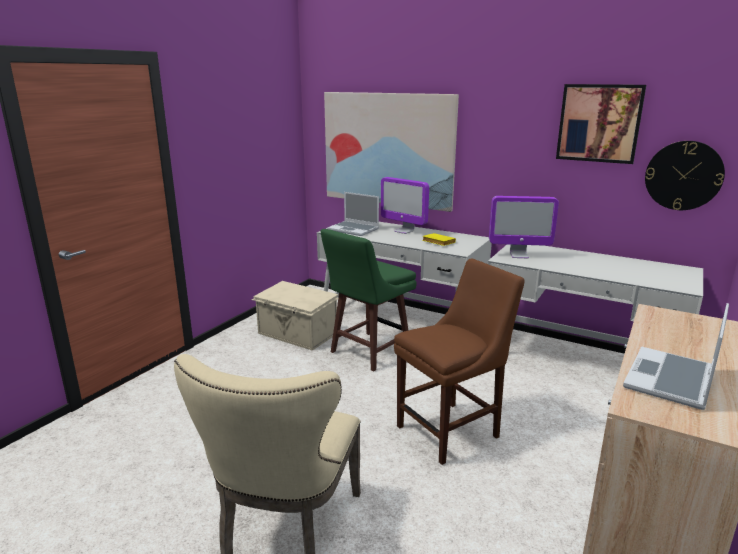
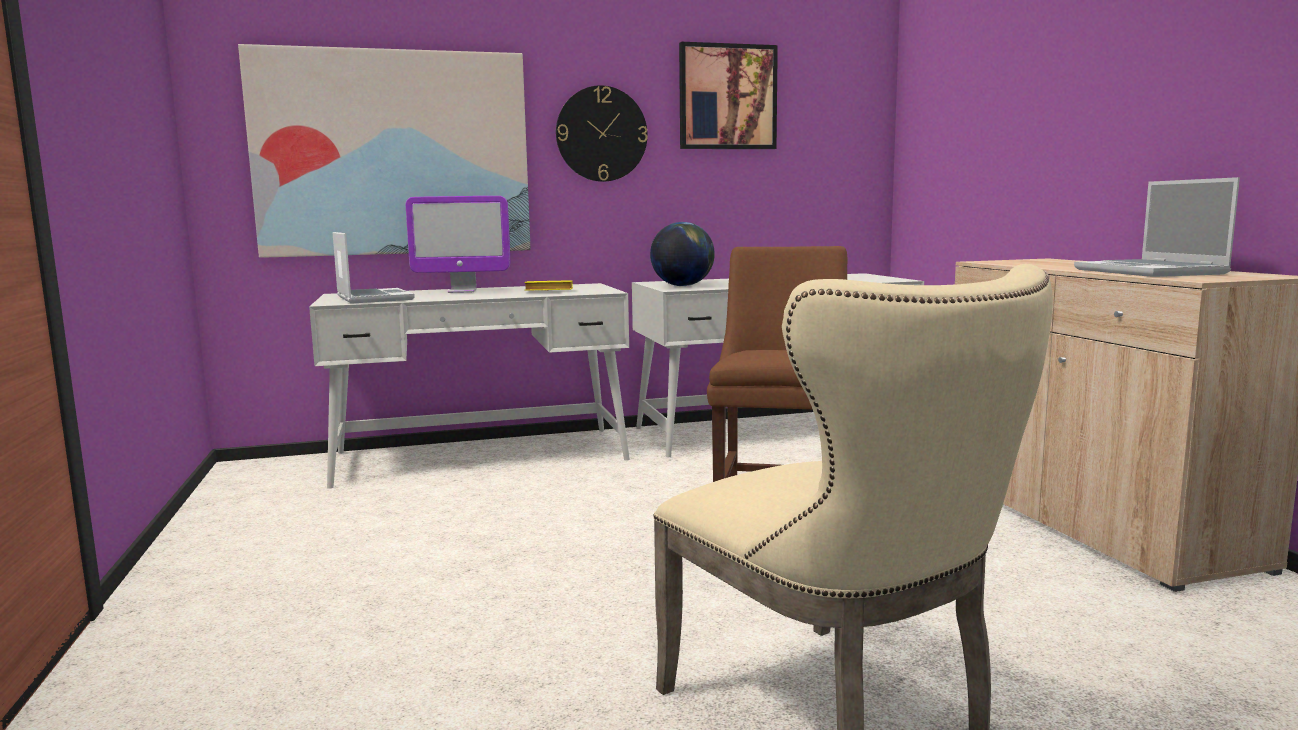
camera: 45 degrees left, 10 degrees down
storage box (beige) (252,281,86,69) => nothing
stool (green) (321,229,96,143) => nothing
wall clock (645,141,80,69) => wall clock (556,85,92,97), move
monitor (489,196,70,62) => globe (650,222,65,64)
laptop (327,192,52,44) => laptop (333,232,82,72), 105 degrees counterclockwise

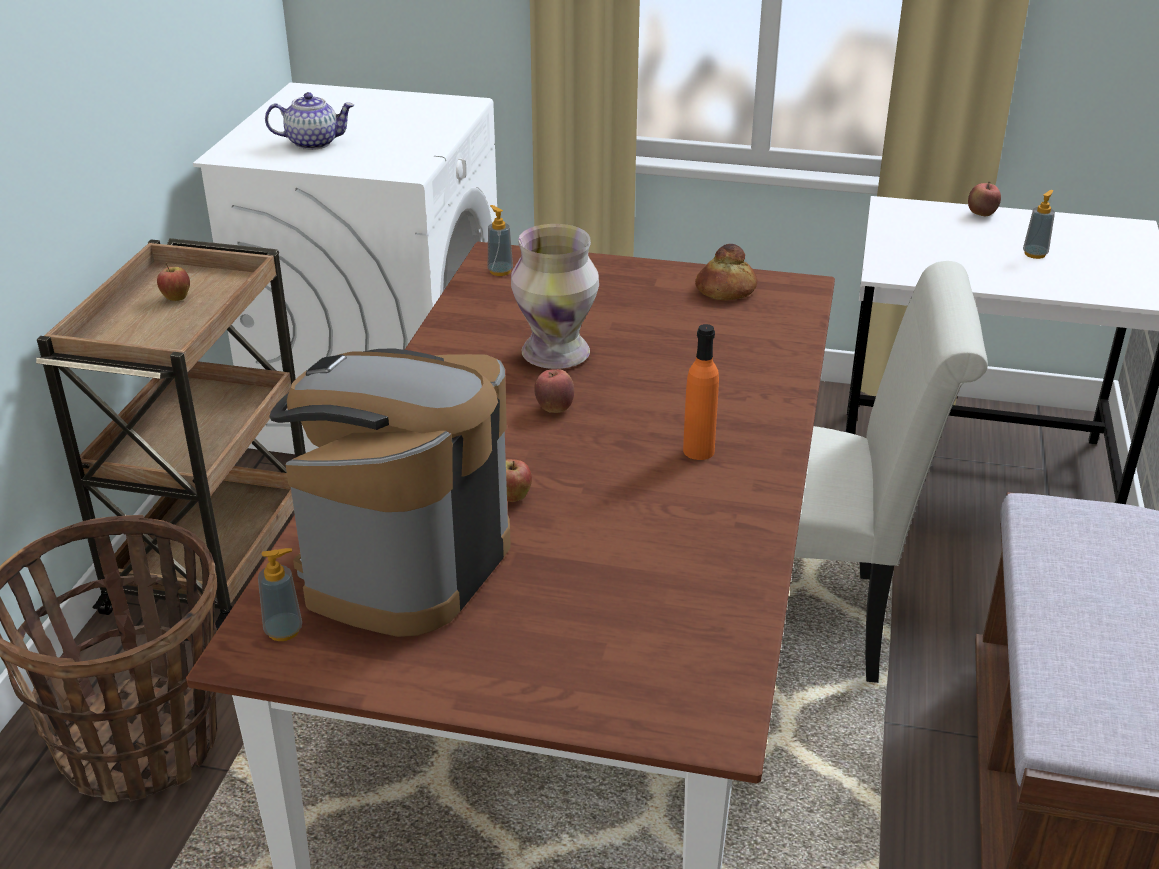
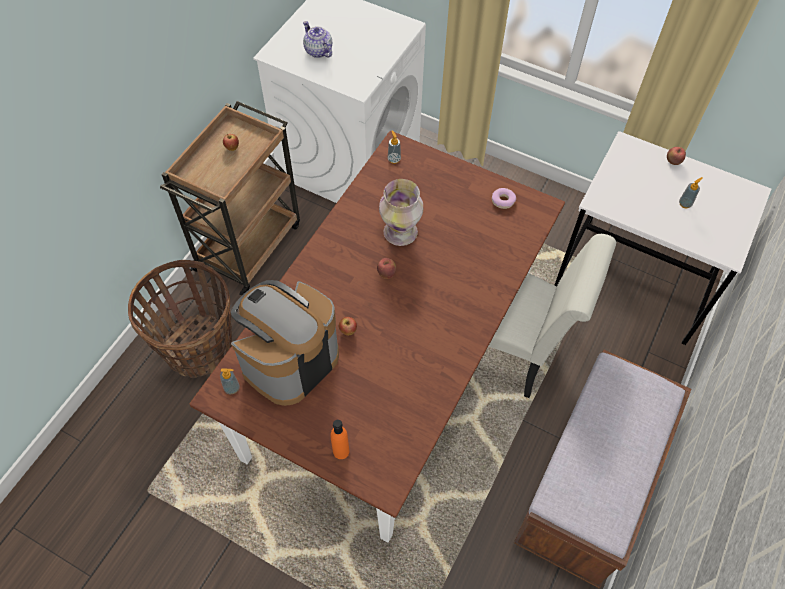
camera: 15 degrees right, 25 degrees up
bottle (orange) (683,324,36,136) => bottle (orange) (330,420,20,39), move
bread (695,244,62,56) => donut (492,188,24,21)
teapot (265,92,90,58) => teapot (303,21,29,37), 135 degrees counterclockwise

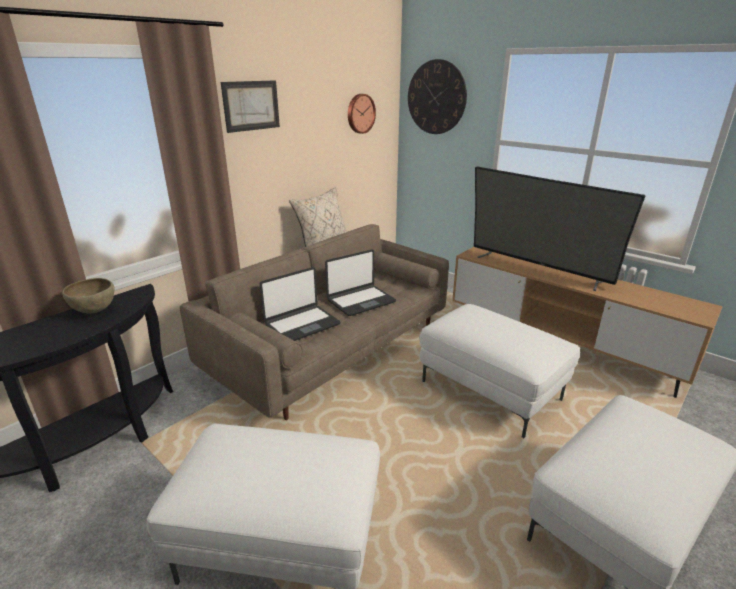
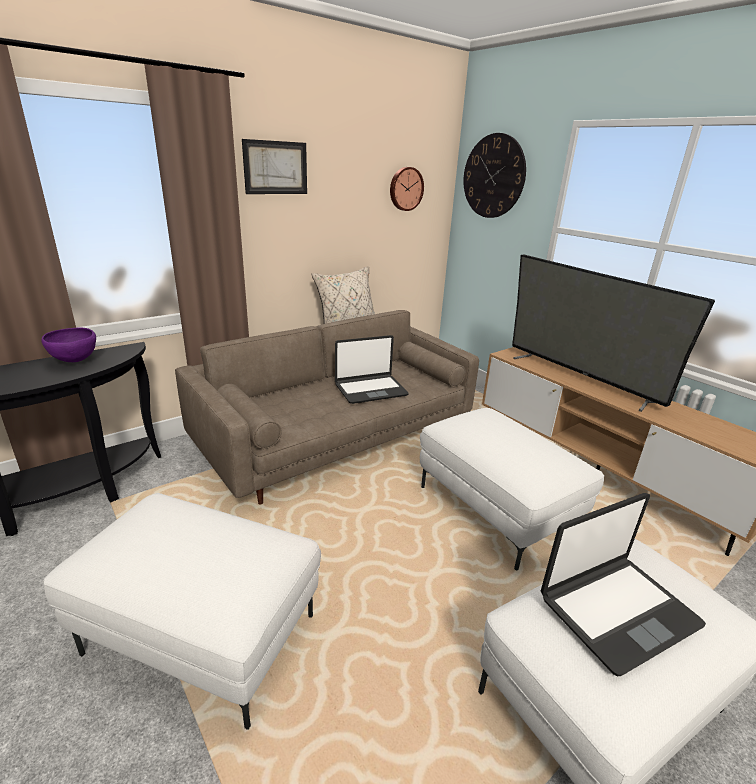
camera: 10 degrees right, 0 degrees up
laptop (260,267,81,74) => laptop (541,493,165,183), move
bowl (brown) (62,278,52,35) => bowl (purple) (41,328,55,34)

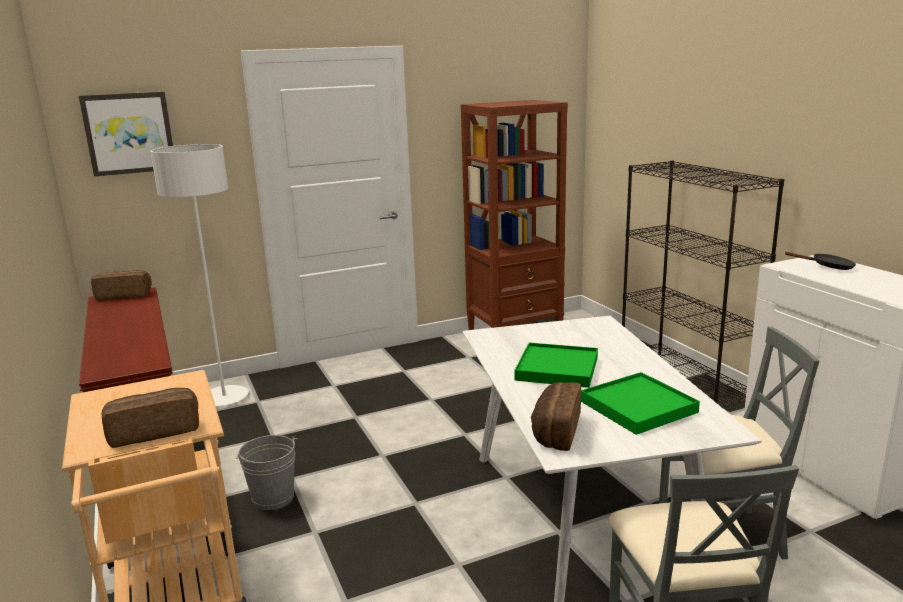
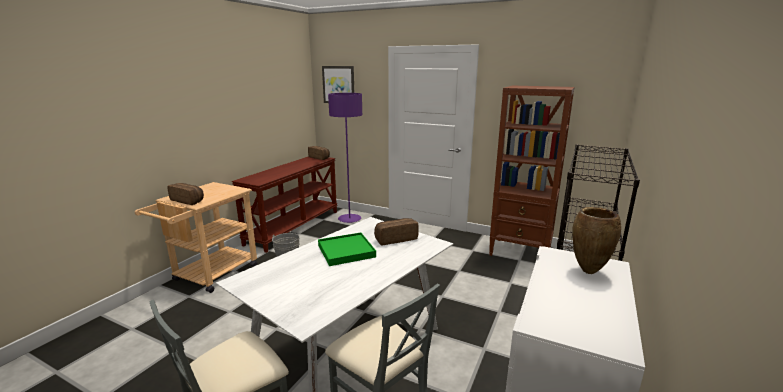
camera: 50 degrees right, 0 degrees up
tray (green) (581,372,119,63) => nothing
bread (531,382,50,69) => bread (374,218,45,27), move
frying pan (black) (784,252,72,18) => vase (brown) (572,207,49,67)
floor lamp (white) (150,144,98,262) => floor lamp (purple) (328,93,34,130)

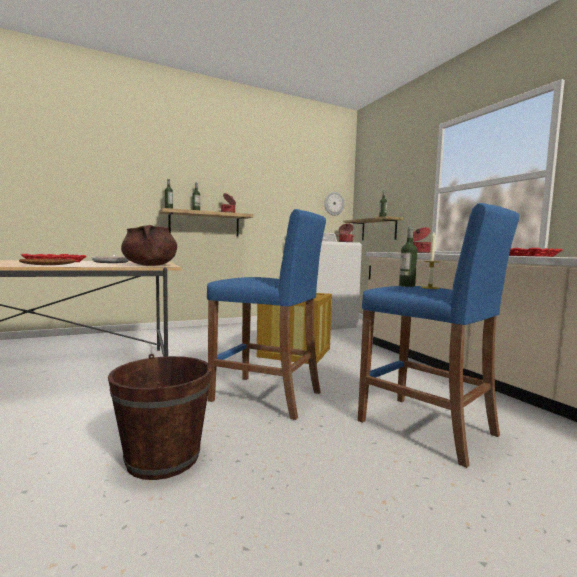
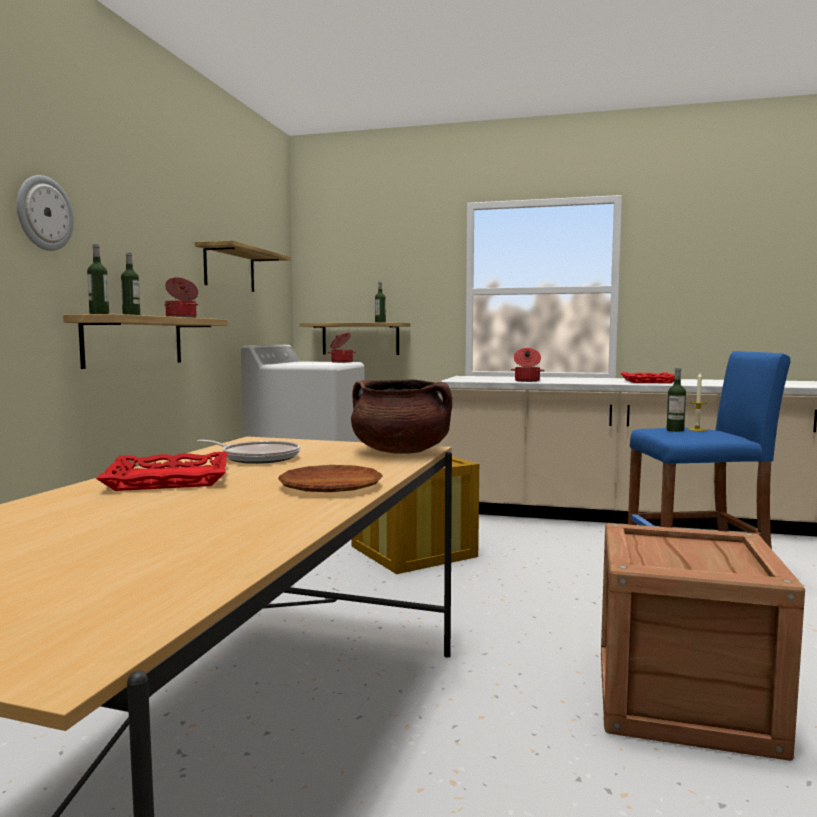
camera: 50 degrees left, 0 degrees up
stool (blue) (207,209,119,211) => nothing
nothing => shelf (195,240,96,52)
wall clock (324,192,20,24) => wall clock (17,175,57,76), move
bucket (brown) (108,354,104,126) => crate (601,523,204,238)

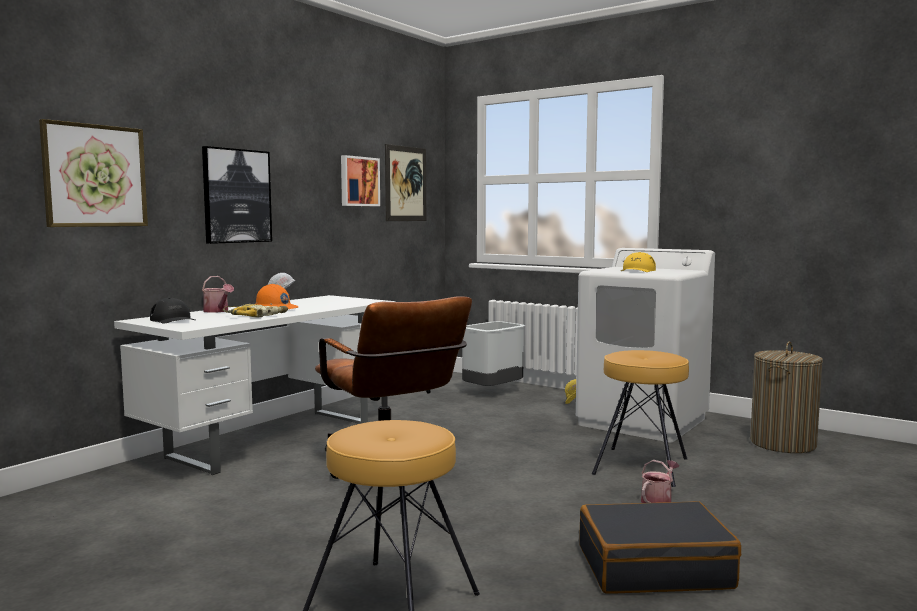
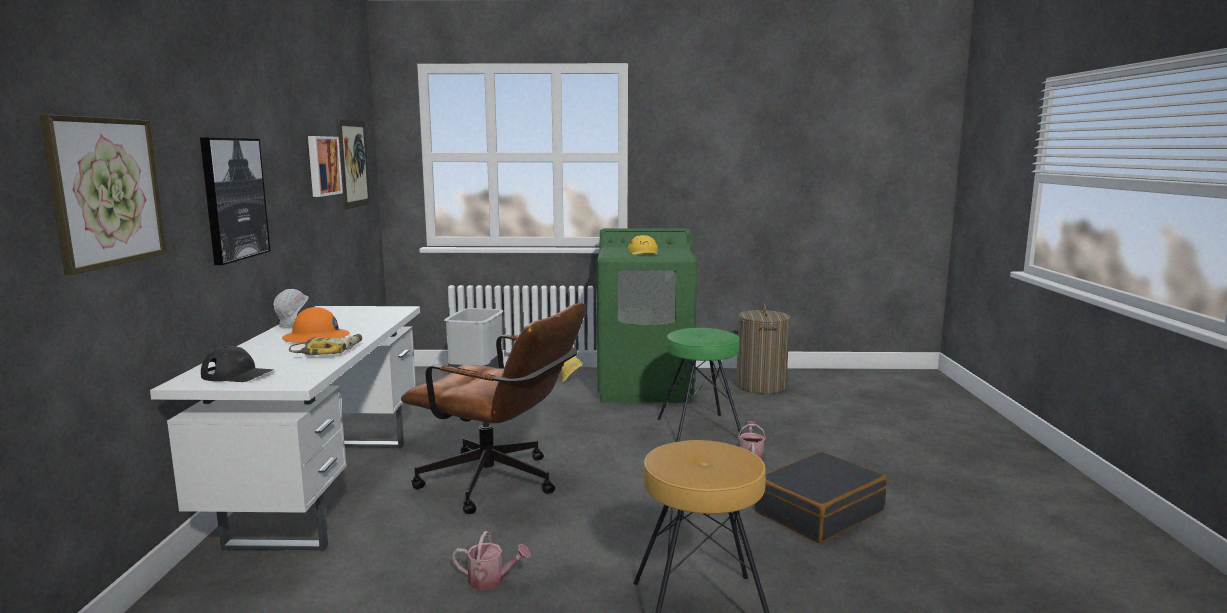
camera: 35 degrees left, 5 degrees up
watering can (202,276,32,37) => watering can (452,531,79,59), move
washing machine (white) (576,248,139,195) => washing machine (green) (597,228,100,175)
stool (brown) (592,350,97,137) => stool (green) (657,328,86,114)

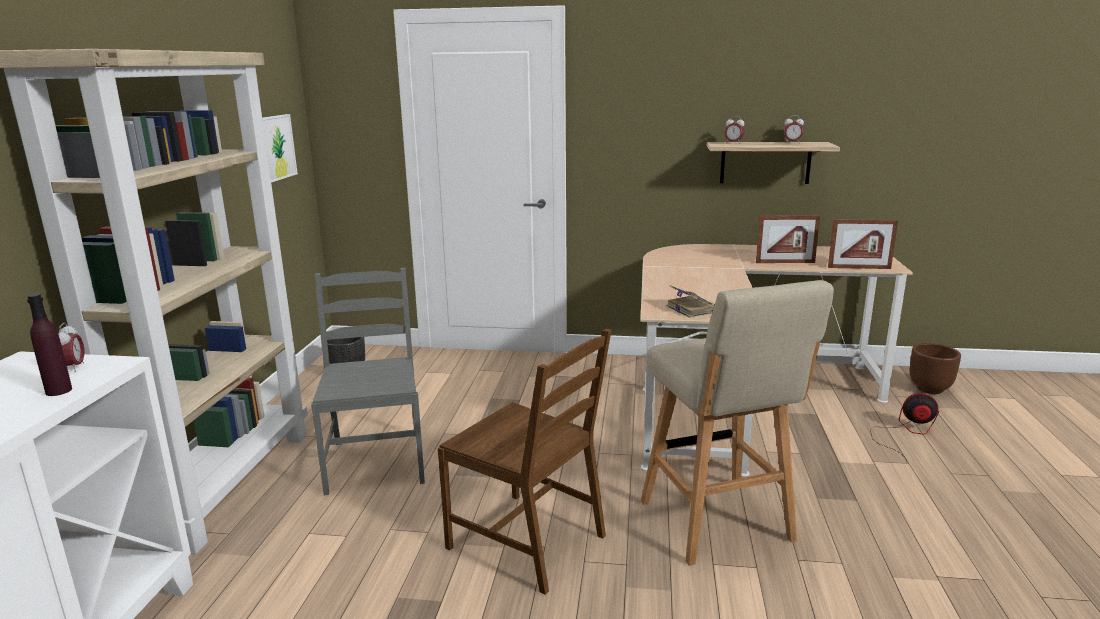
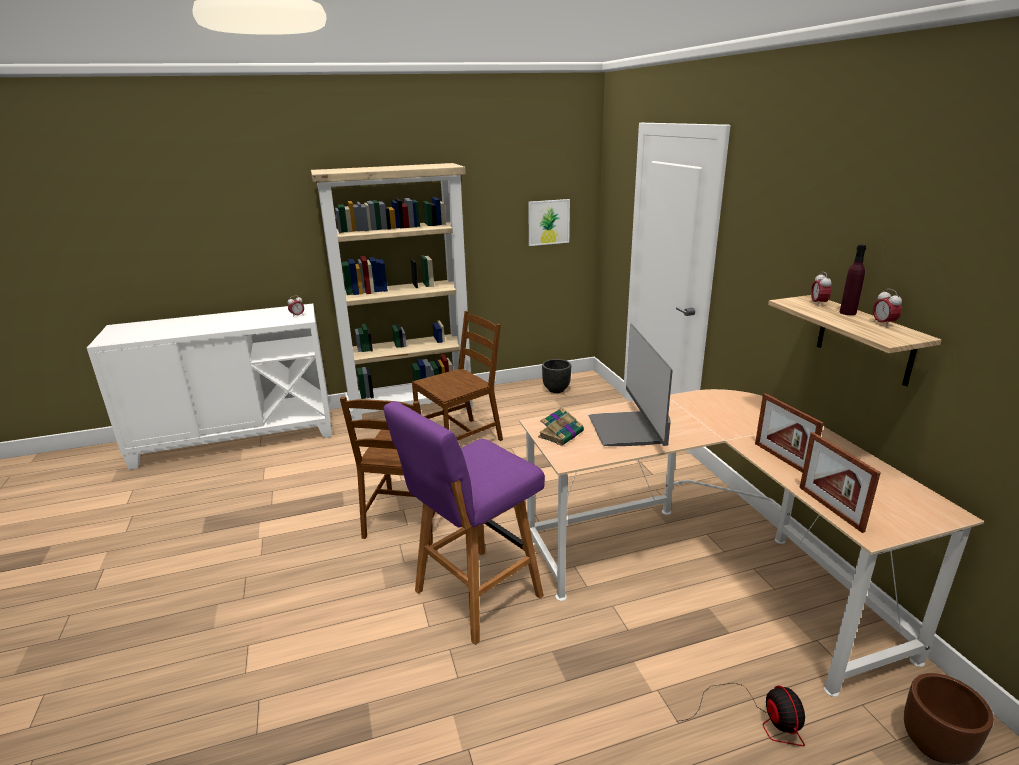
camera: 65 degrees right, 5 degrees up
nothing => monitor (588,324,85,122)
bottle (purple) (27,293,45,103) => bottle (purple) (840,245,26,70), move
chair (grey) (311,268,114,227) => chair (brown) (412,311,91,130)
stool (beige) (641,280,193,286) => stool (purple) (384,401,161,244)

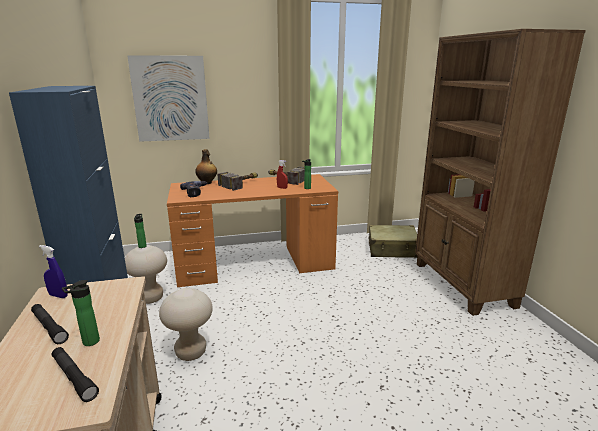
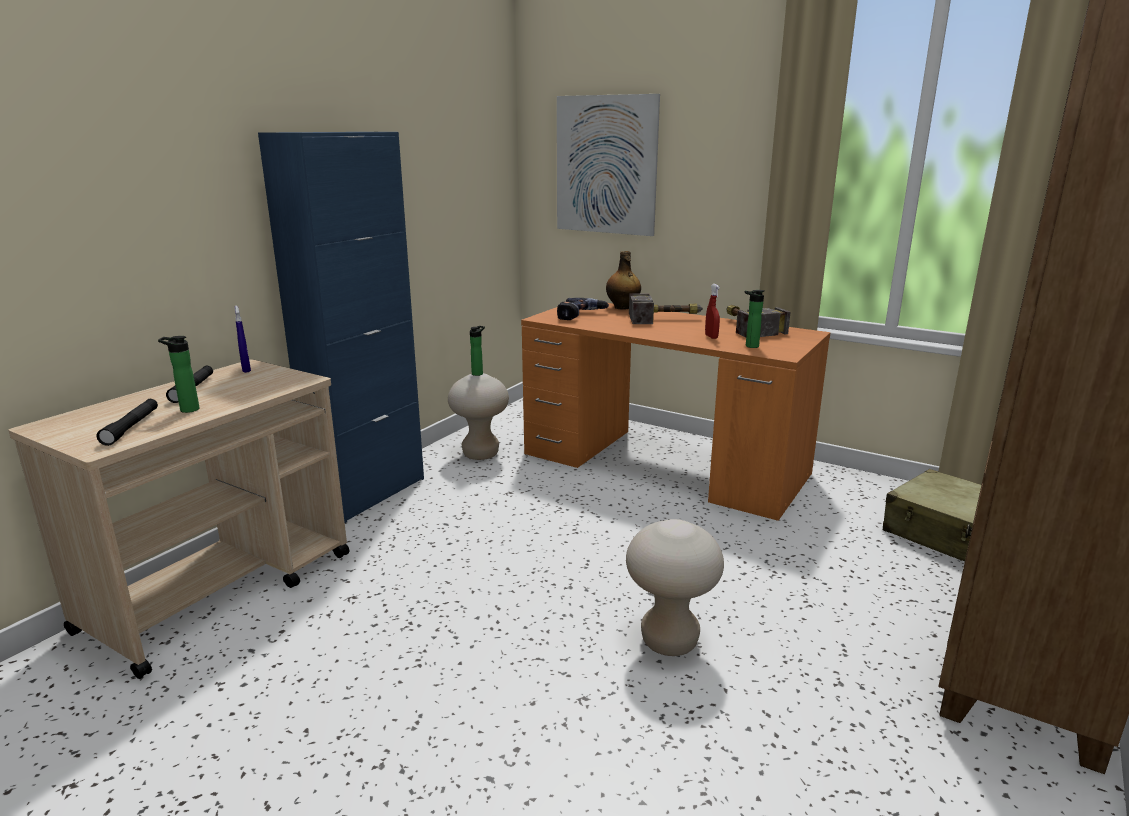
camera: 45 degrees right, 0 degrees up
stool (beige) (159,288,54,73) => stool (beige) (626,519,98,137), move

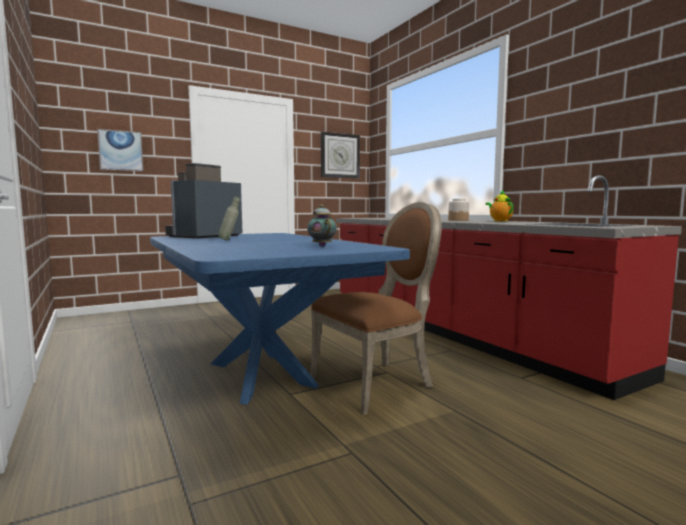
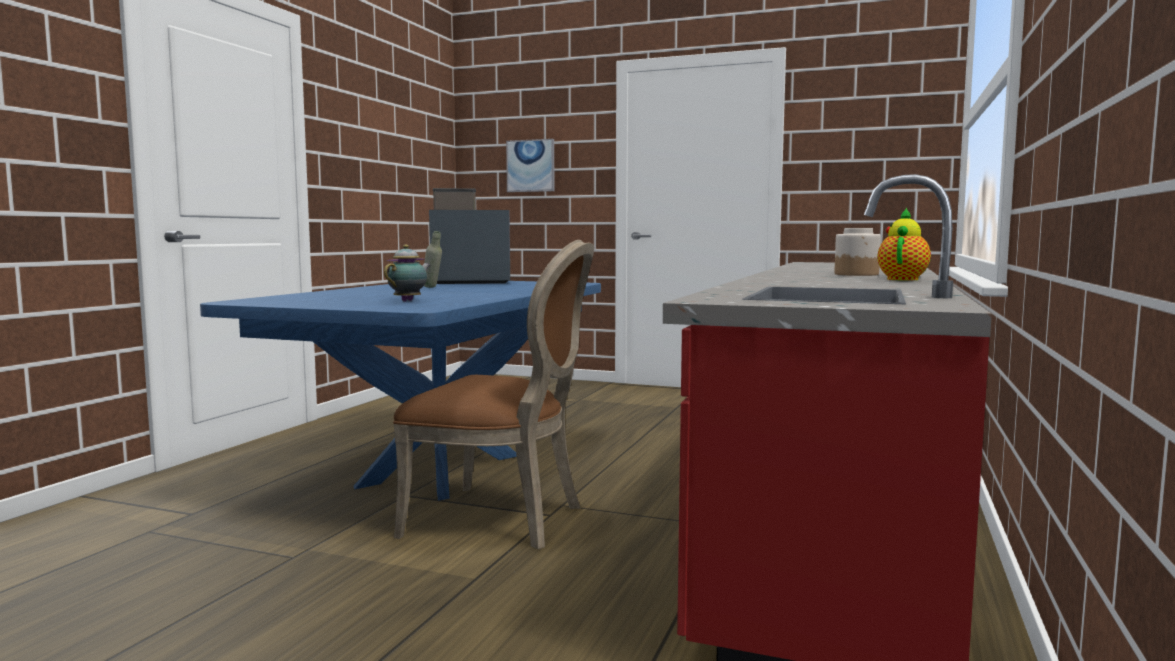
camera: 50 degrees right, 0 degrees up
wall clock (321,131,39,47) => nothing

